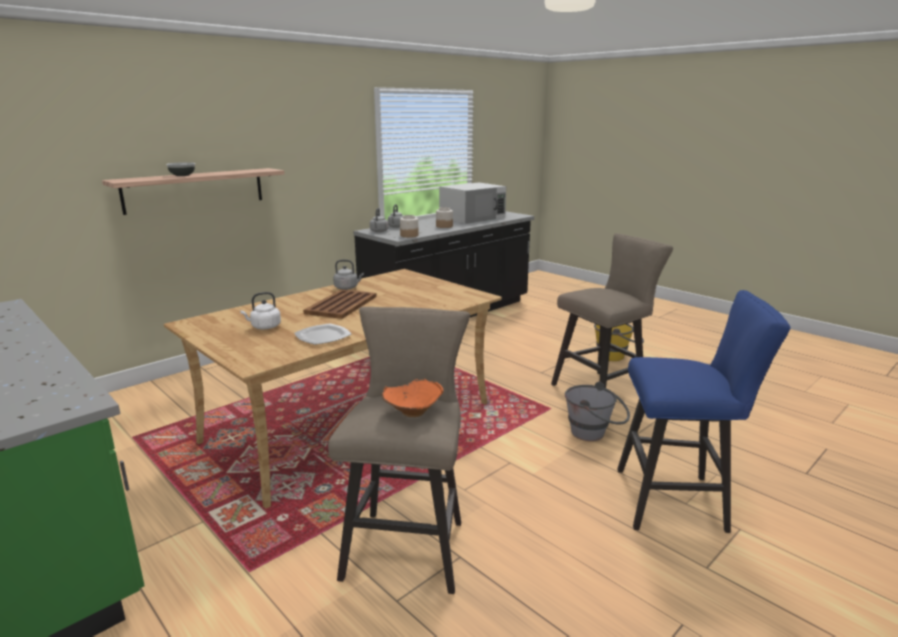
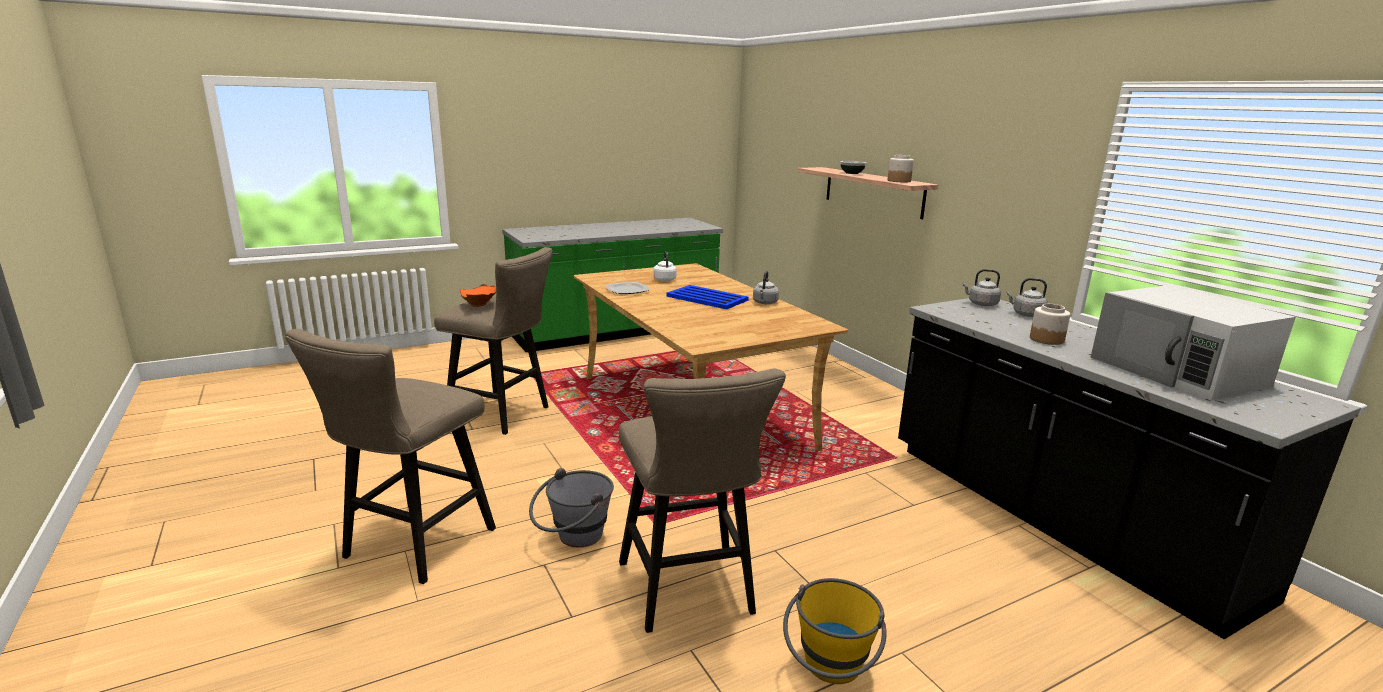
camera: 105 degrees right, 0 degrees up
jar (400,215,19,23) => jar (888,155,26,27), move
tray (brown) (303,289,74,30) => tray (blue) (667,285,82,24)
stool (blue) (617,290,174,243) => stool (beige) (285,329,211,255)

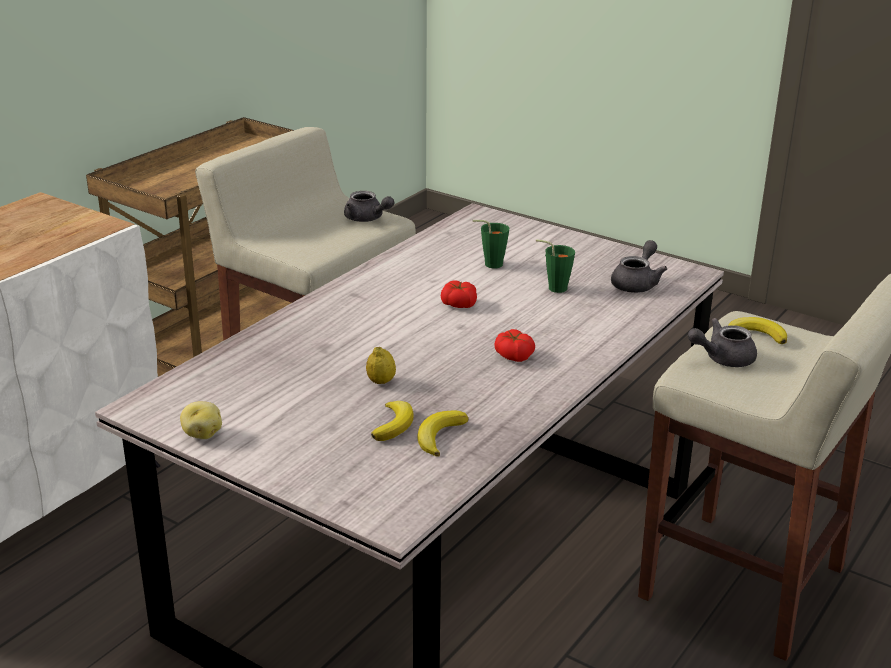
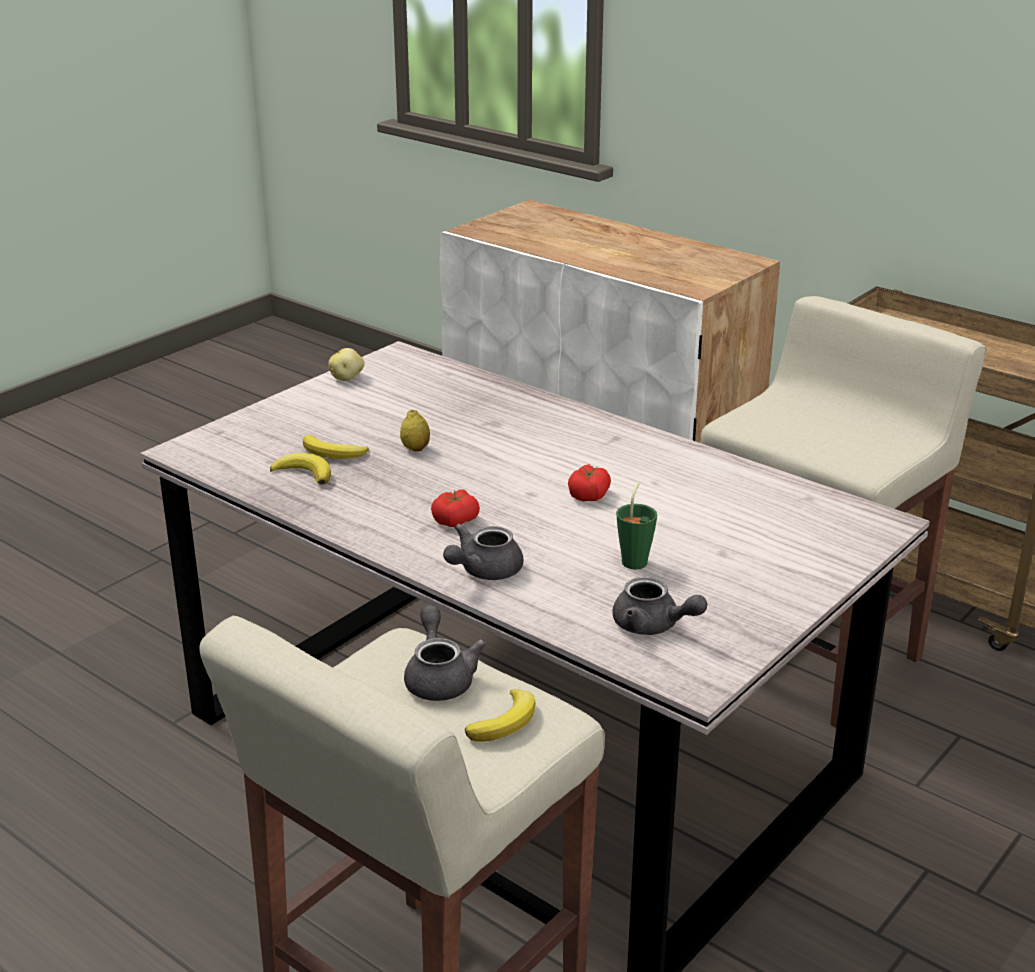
camera: 95 degrees right, 0 degrees up
cup (green) (473,220,36,49) => nothing
teapot (grey) (344,191,50,31) => teapot (grey) (443,524,81,56), move

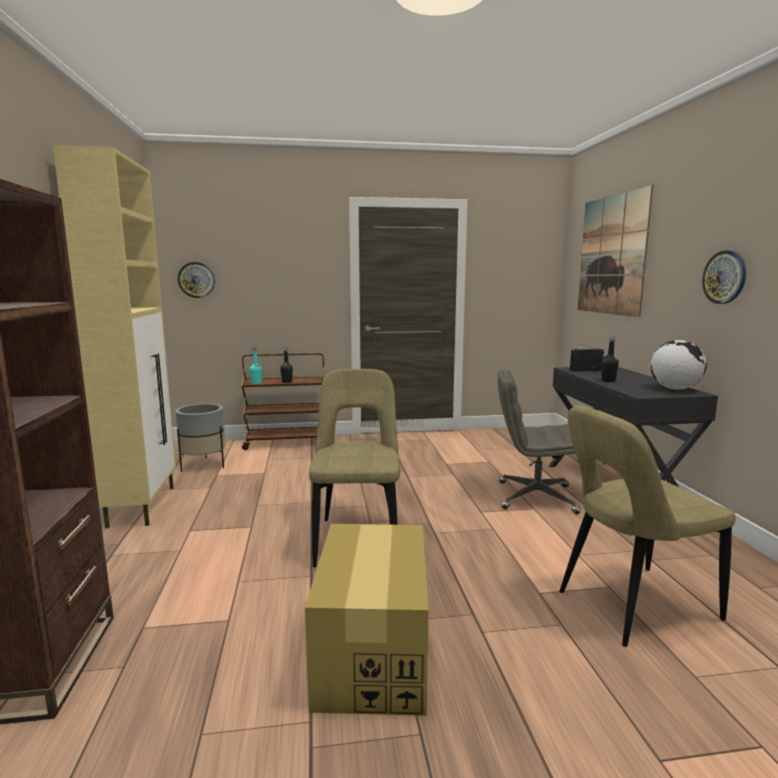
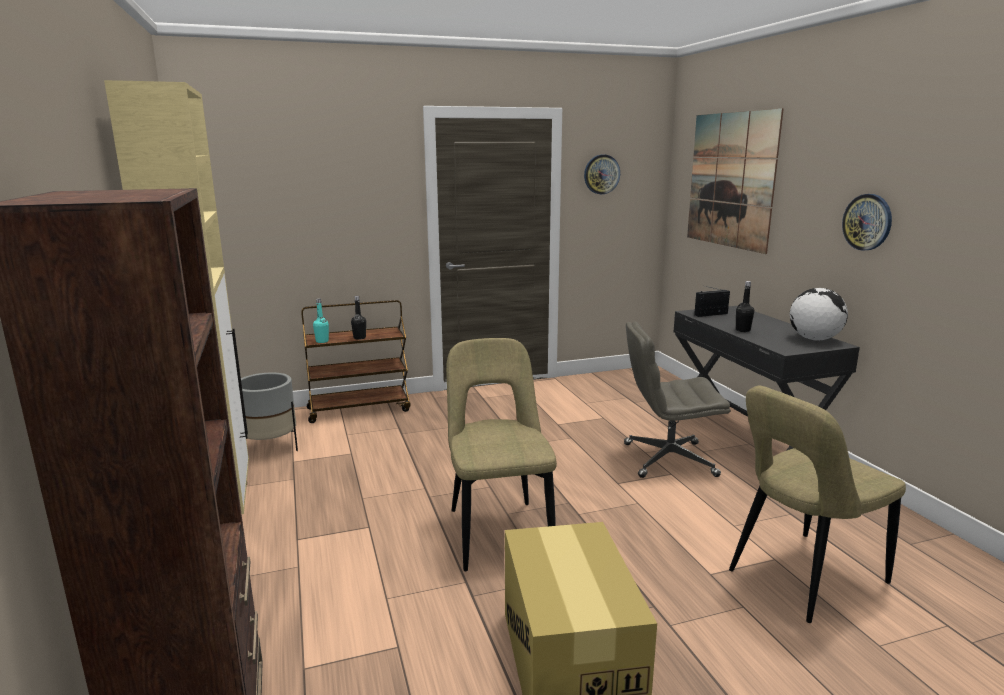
camera: 10 degrees left, 5 degrees up
wall clock (178,262,37,36) => wall clock (584,155,36,39), move

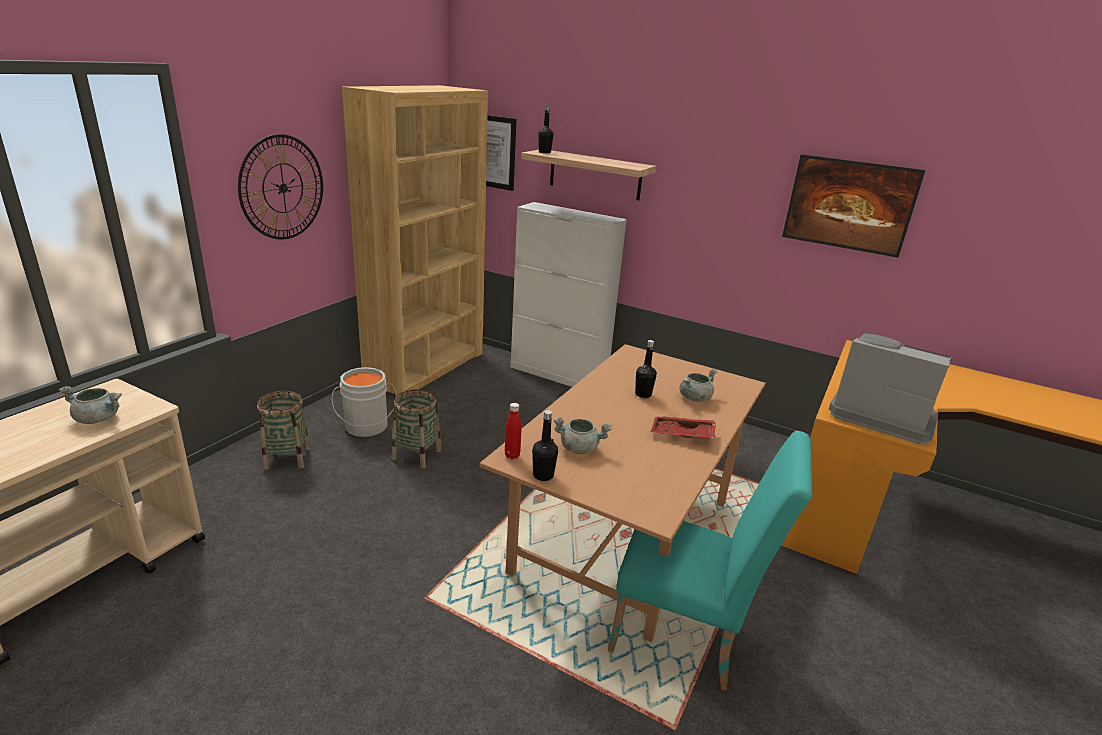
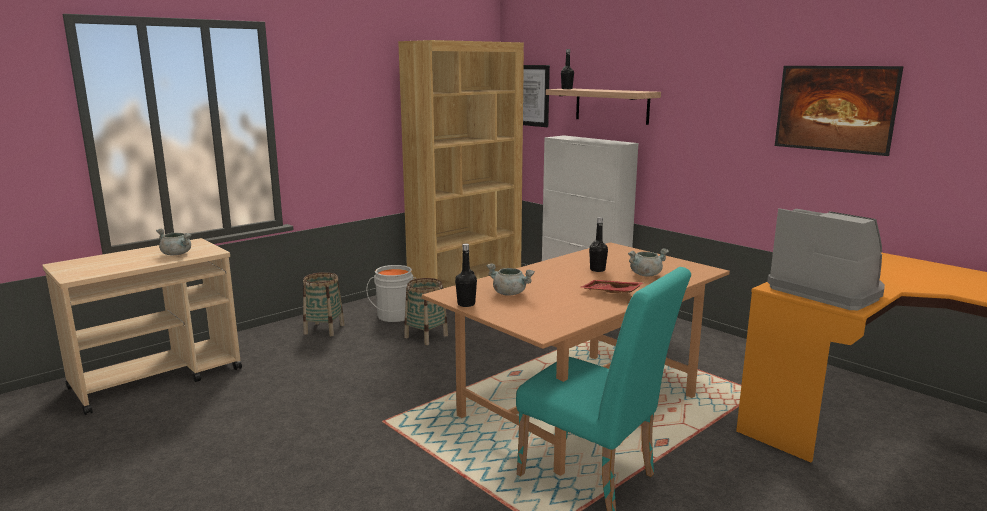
camera: 20 degrees right, 10 degrees down
wall clock (238,134,85,106) => nothing
bottle (red) (505,403,16,56) => nothing

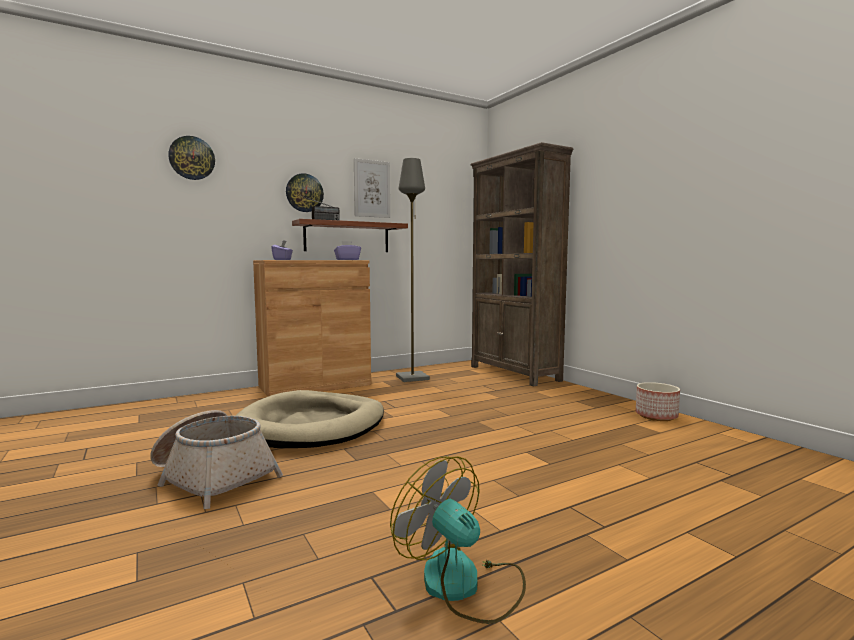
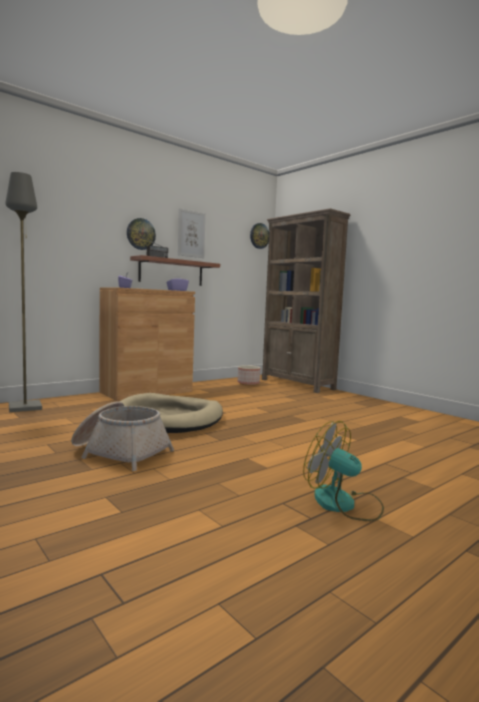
camera: 10 degrees left, 0 degrees up
wall clock (168,136,47,44) => wall clock (250,223,19,26), move
floor lamp (grey) (396,158,34,224) => floor lamp (grey) (5,172,37,240), move
planter (636,382,44,39) => planter (238,365,22,21), move

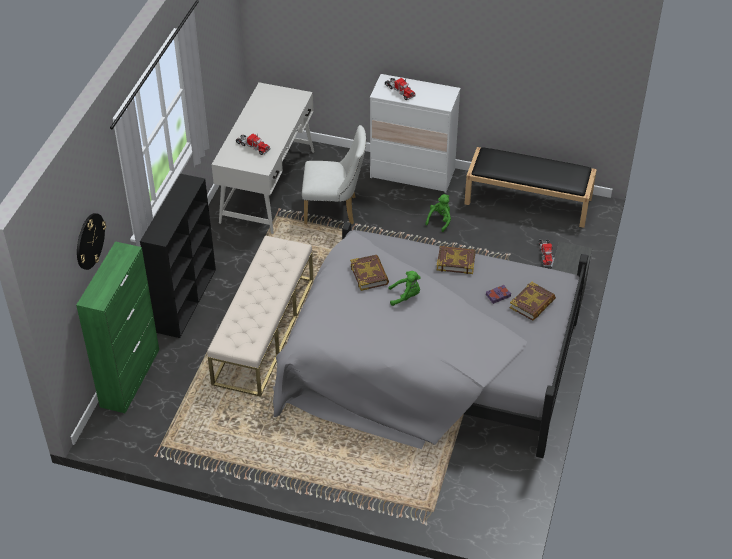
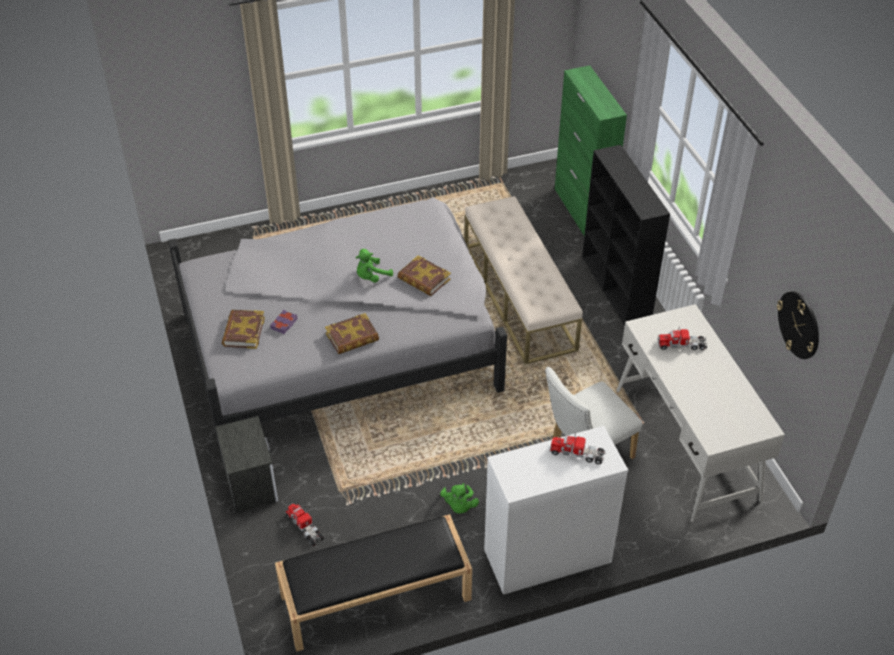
camera: 145 degrees right, 0 degrees up
wall clock (77,213,29,57) => wall clock (777,291,42,68), move

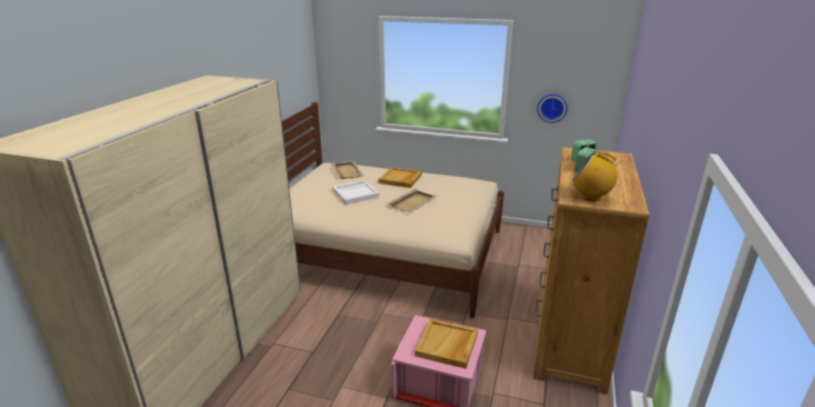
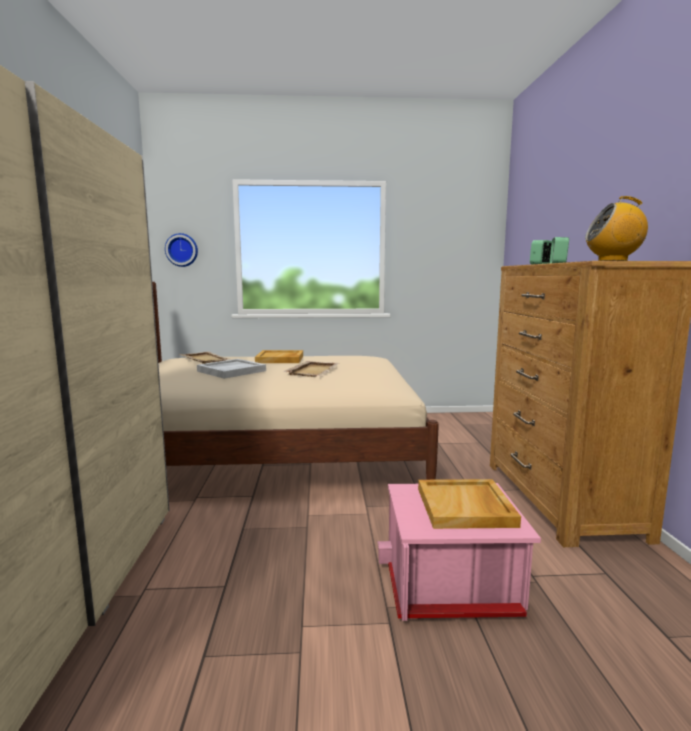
camera: 20 degrees left, 15 degrees down
wall clock (537,94,30,29) => wall clock (165,233,33,34), move

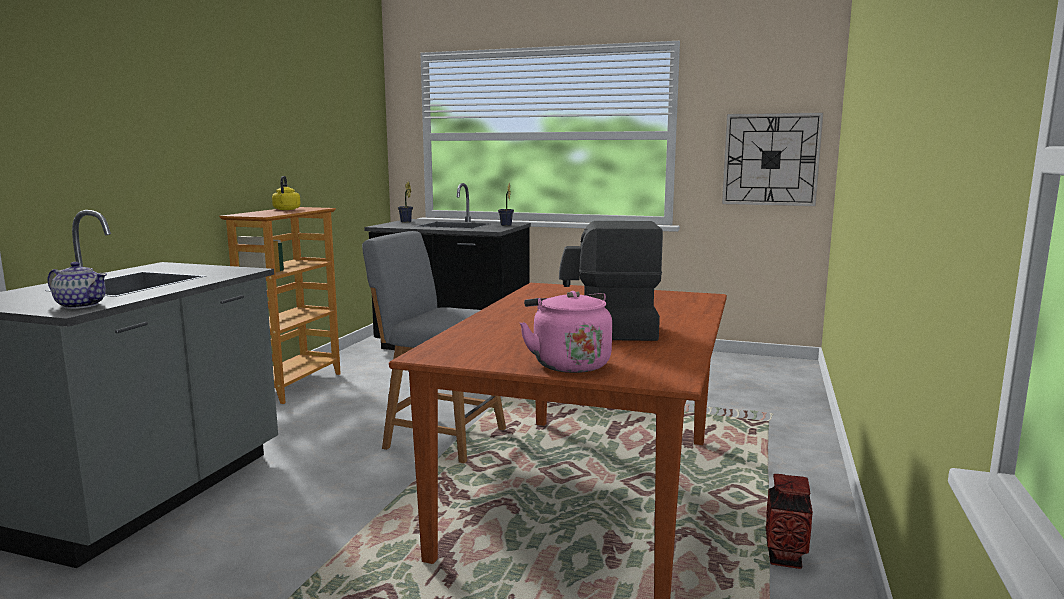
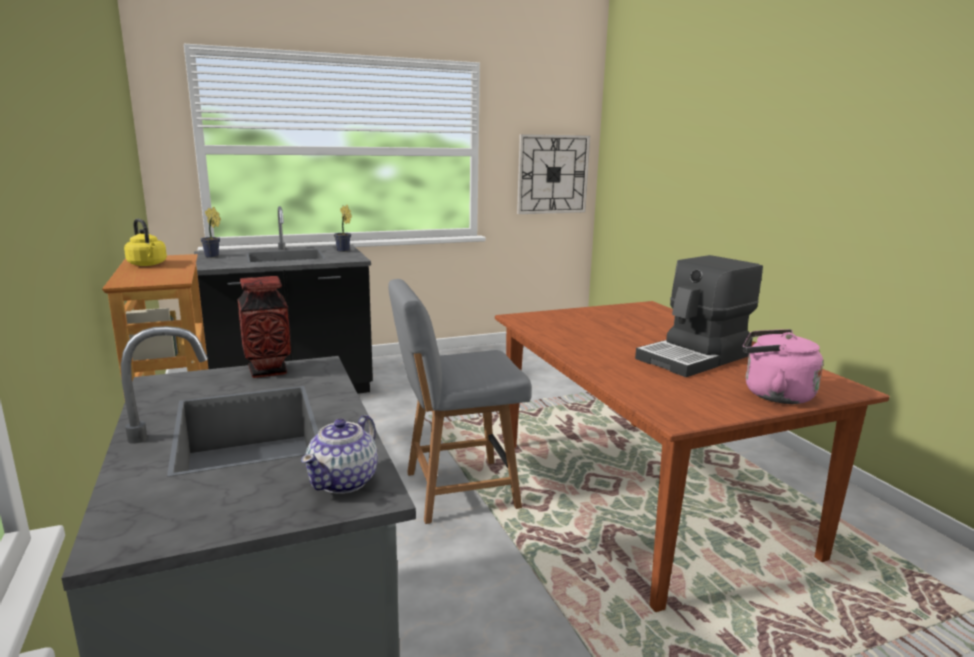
camera: 40 degrees left, 5 degrees up
vase (766,474,47,95) => vase (238,276,53,102), move
teapot (48,262,59,47) => teapot (301,415,77,79), 135 degrees clockwise

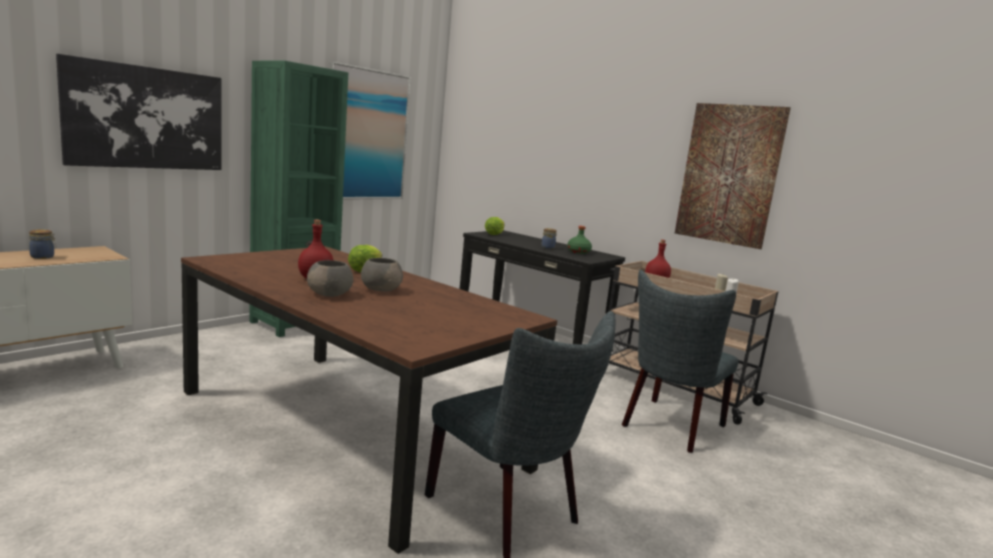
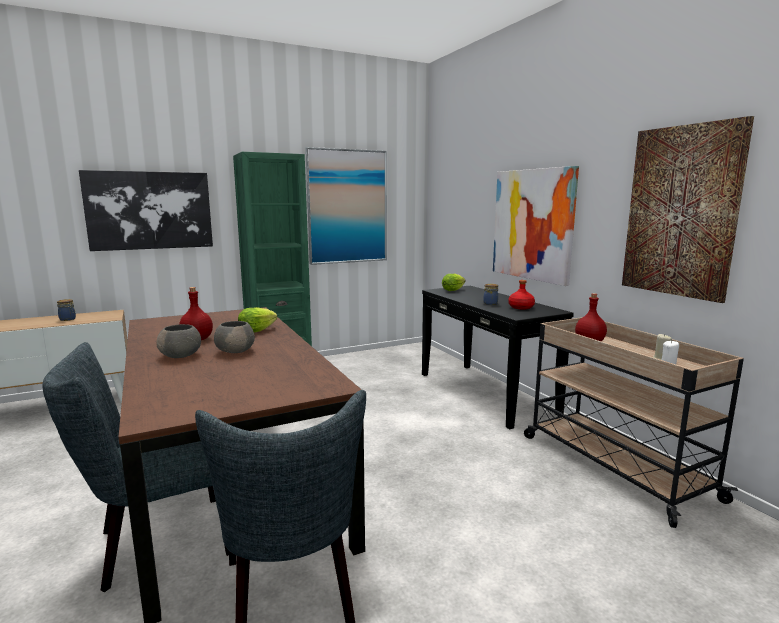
camera: 25 degrees right, 0 degrees up
nothing => picture (493,166,86,120)
chair (grey) (622,270,117,183) => chair (grey) (43,342,186,250), move
bottle (green) (567,226,25,28) => bottle (red) (508,280,27,30)

